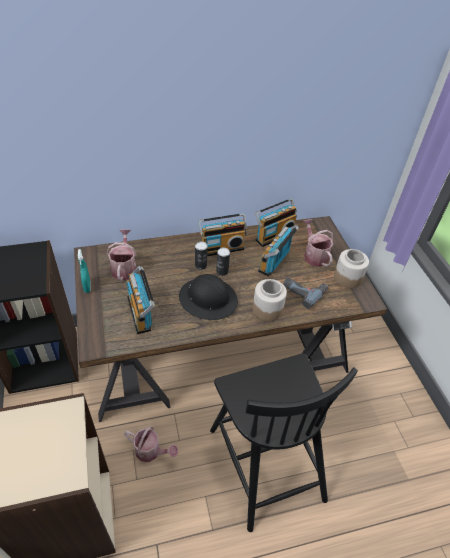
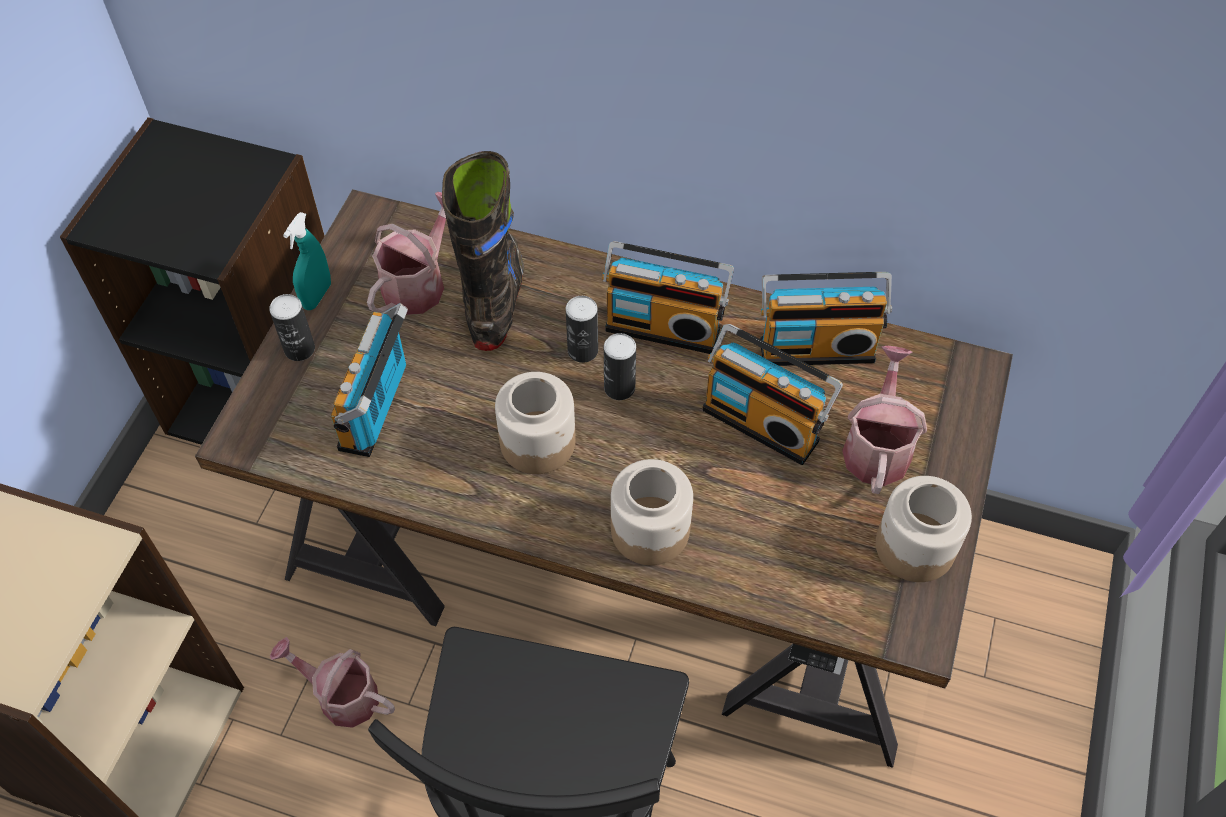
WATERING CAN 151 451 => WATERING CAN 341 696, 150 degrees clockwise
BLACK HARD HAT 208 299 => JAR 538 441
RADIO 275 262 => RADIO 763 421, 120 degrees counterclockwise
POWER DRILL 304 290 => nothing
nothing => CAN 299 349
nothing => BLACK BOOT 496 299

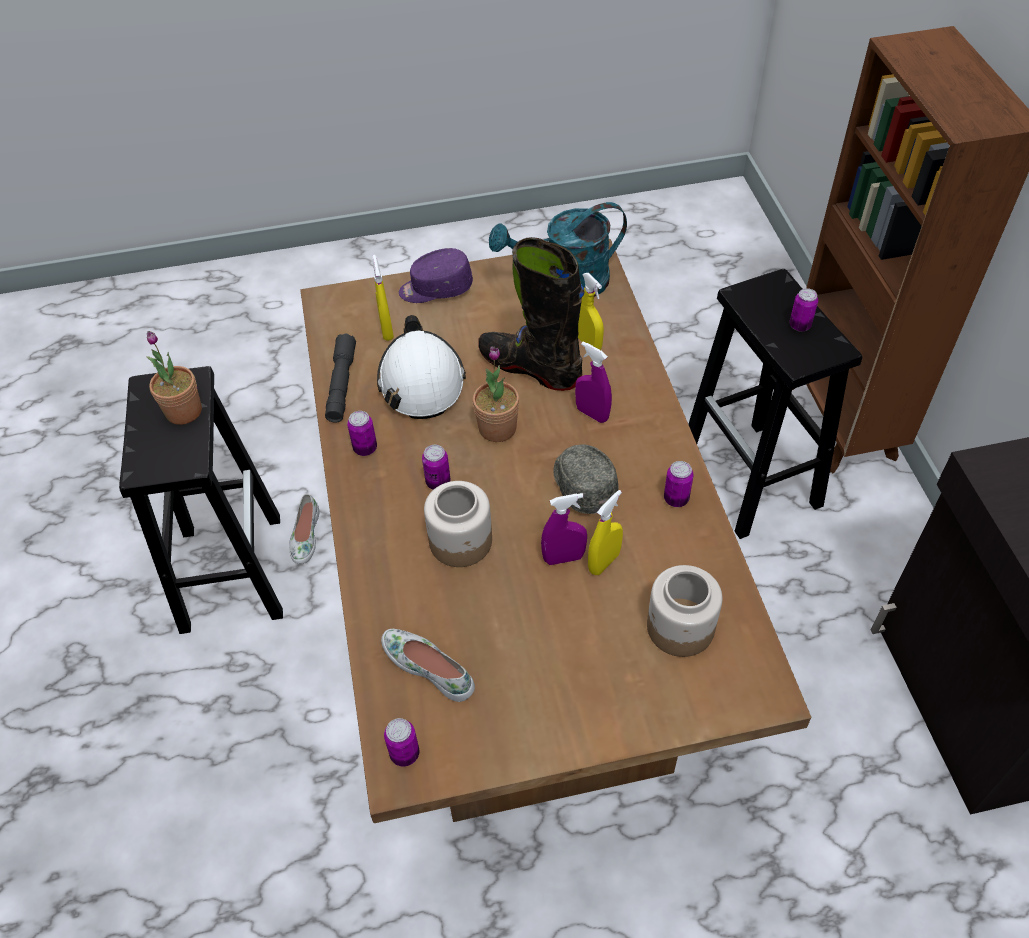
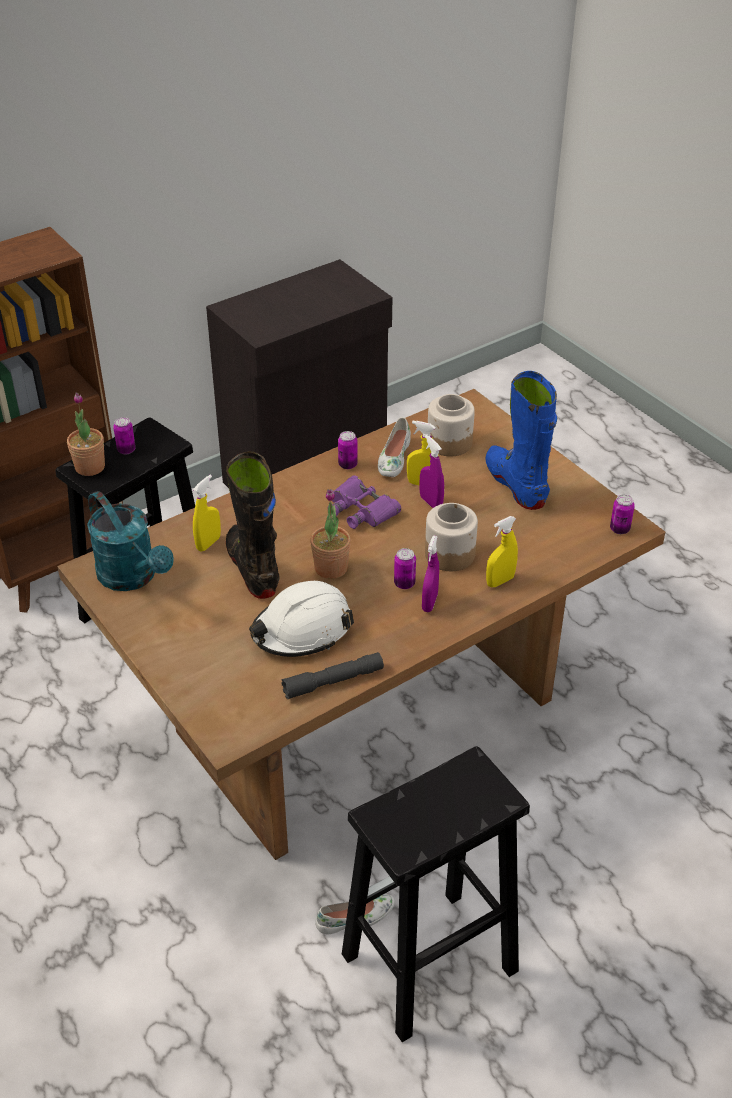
POTTED PLANT 184 411 => POTTED PLANT 90 467, relocated
CAN 365 448 => nothing
YELLOW SPRAY BOTTLE 387 330 => YELLOW SPRAY BOTTLE 500 581, relocated
WHITE SHOE 429 667 => WHITE SHOE 393 458, relocated
PURPLE CAP 435 288 => nothing
BLACK BOOT 530 367 => BLACK BOOT 253 569, 150 degrees clockwise
GREY CAP 583 484 => PURPLE BINOCULARS 361 509
PURPLE SPRAY BOTTLE 592 414 => PURPLE SPRAY BOTTLE 429 603, relocated
nothing => BLUE BOOT 516 485

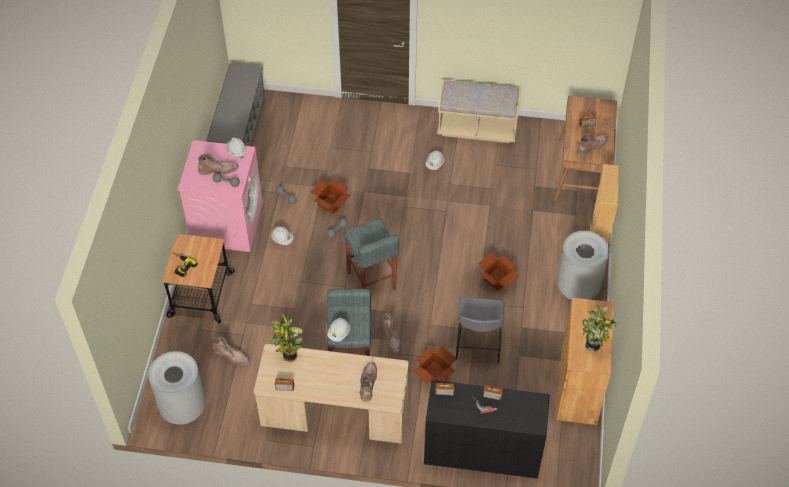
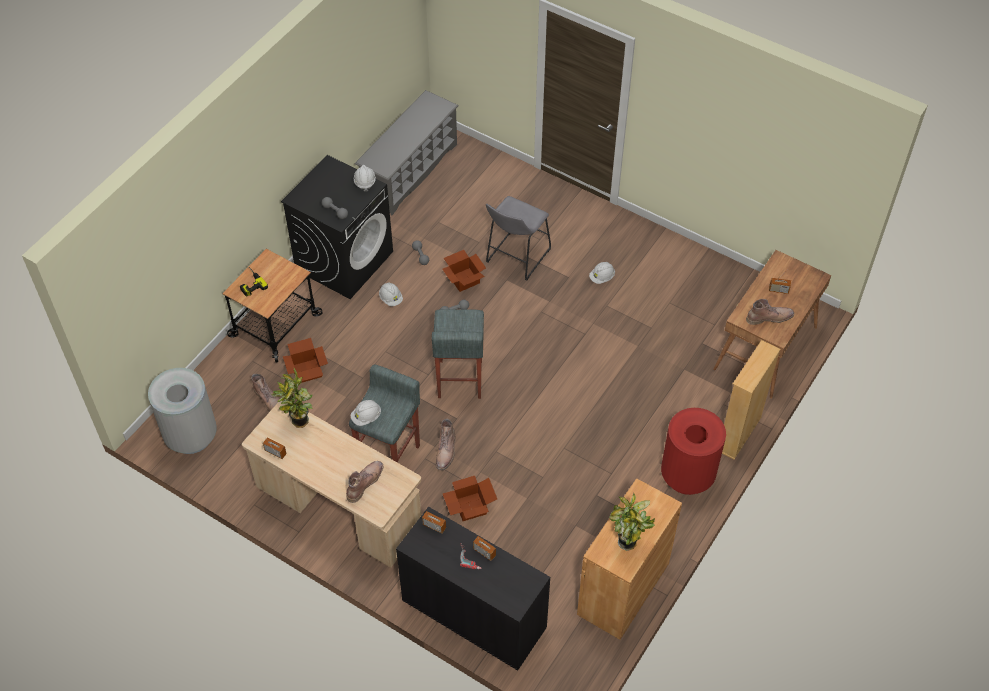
PINK WASHING MACHINE 227 223 => BLACK WASHING MACHINE 344 260
BROWN BOOT 219 169 => nothing
BEIGE BENCH 477 127 => nothing
GREY STOOL 477 346 => GREY STOOL 516 258, relocated
CARDBOARD BOX 497 280 => CARDBOARD BOX 307 372, relocated
GREY TRASH CAN 577 287 => RED TRASH CAN 687 475

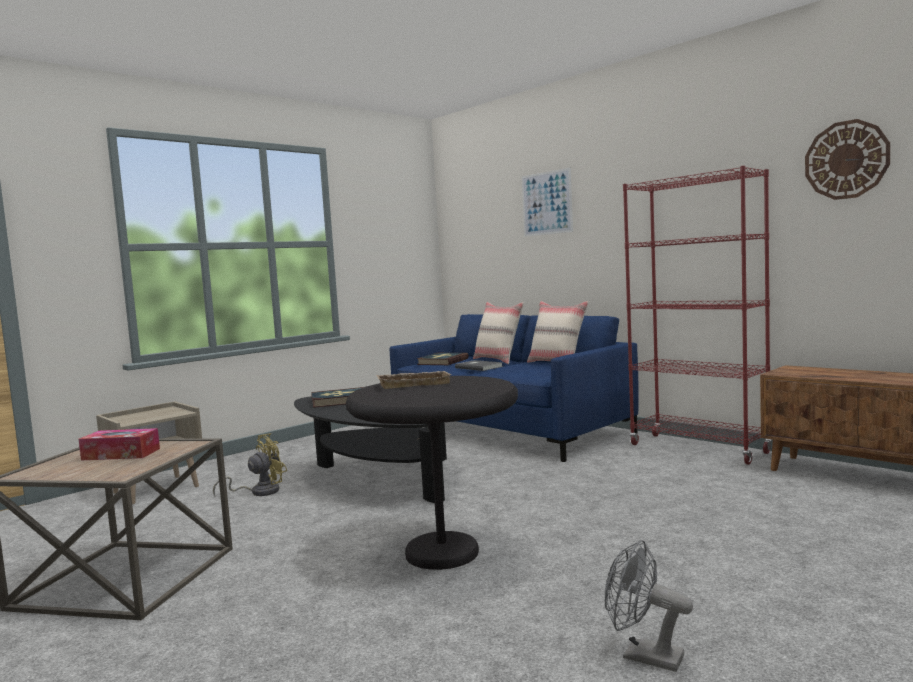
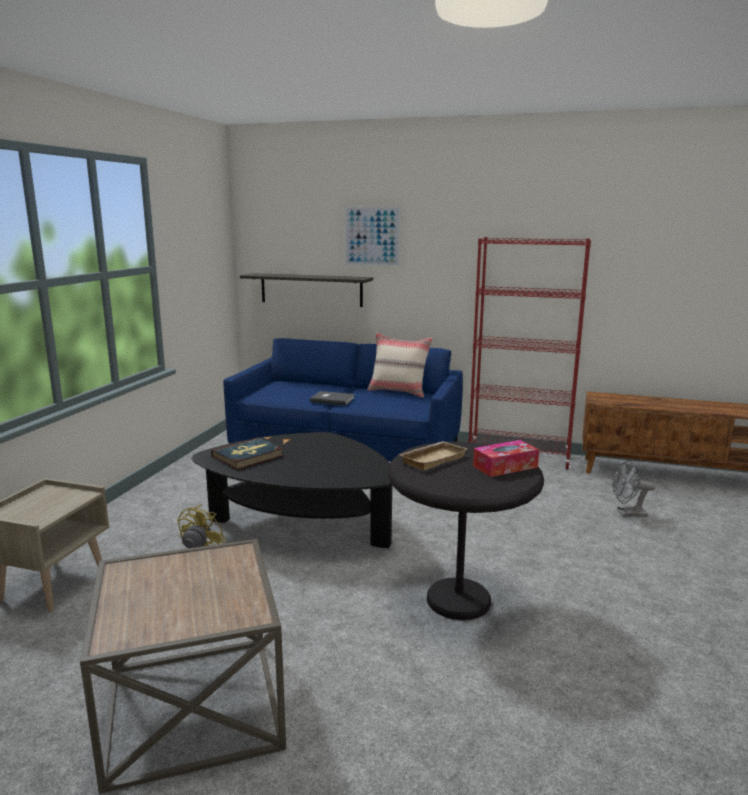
TISSUE BOX 121 454 => TISSUE BOX 505 467, relocated
BOOK 442 361 => nothing
BEIGE PILLOW 498 360 => nothing
GREY FAN 643 656 => GREY FAN 627 514, relocated
WALL CLOCK 846 160 => nothing
nothing => SHELF 311 289

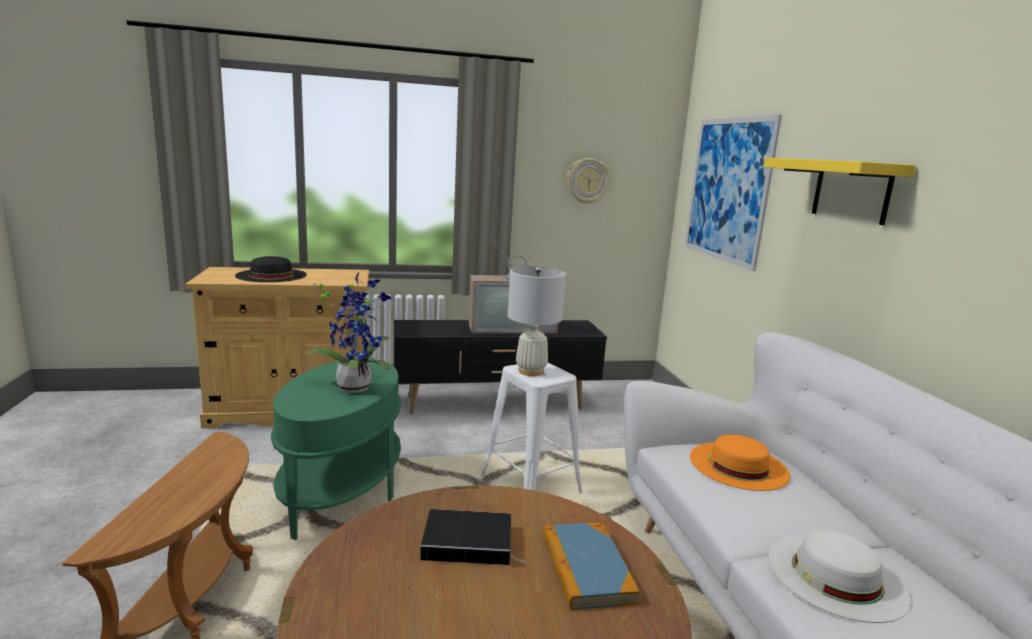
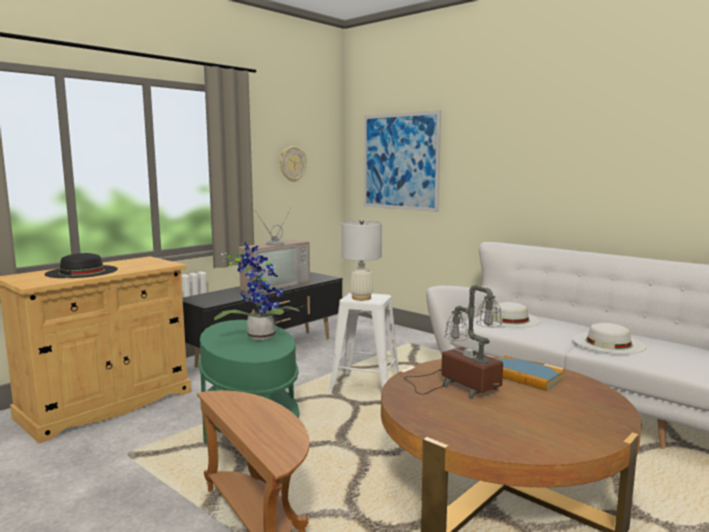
BOOK 470 542 => TABLE LAMP 459 386
ORANGE HAT 738 465 => WHITE HAT 510 319
YELLOW SHELF 851 191 => nothing

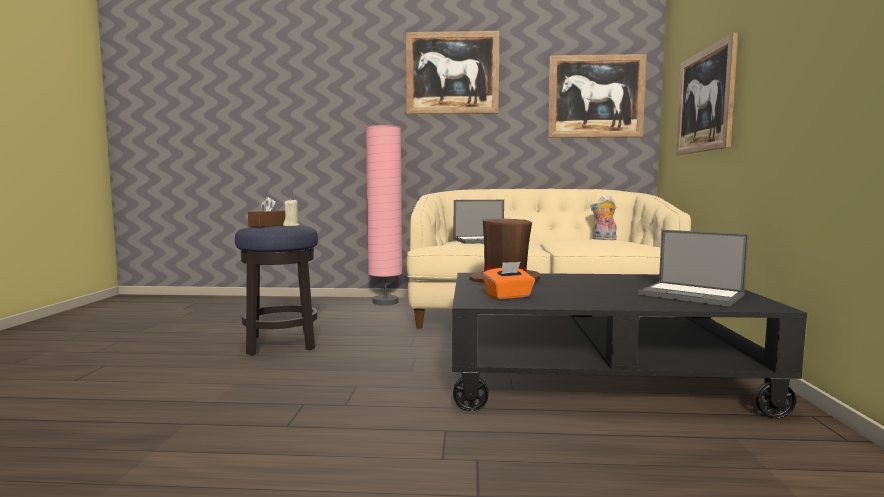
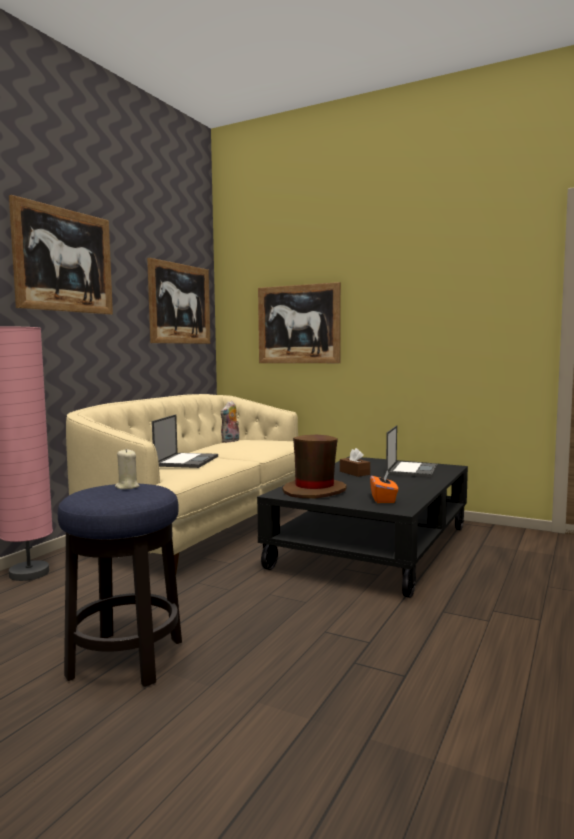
BROWN TISSUE BOX 268 225 => BROWN TISSUE BOX 354 473, relocated
LAPTOP 692 295 => LAPTOP 412 470, 45 degrees counterclockwise

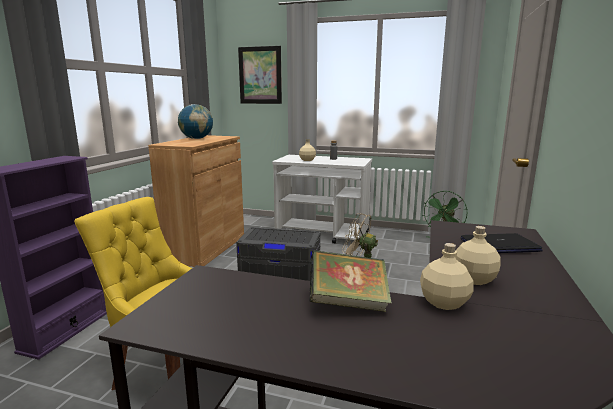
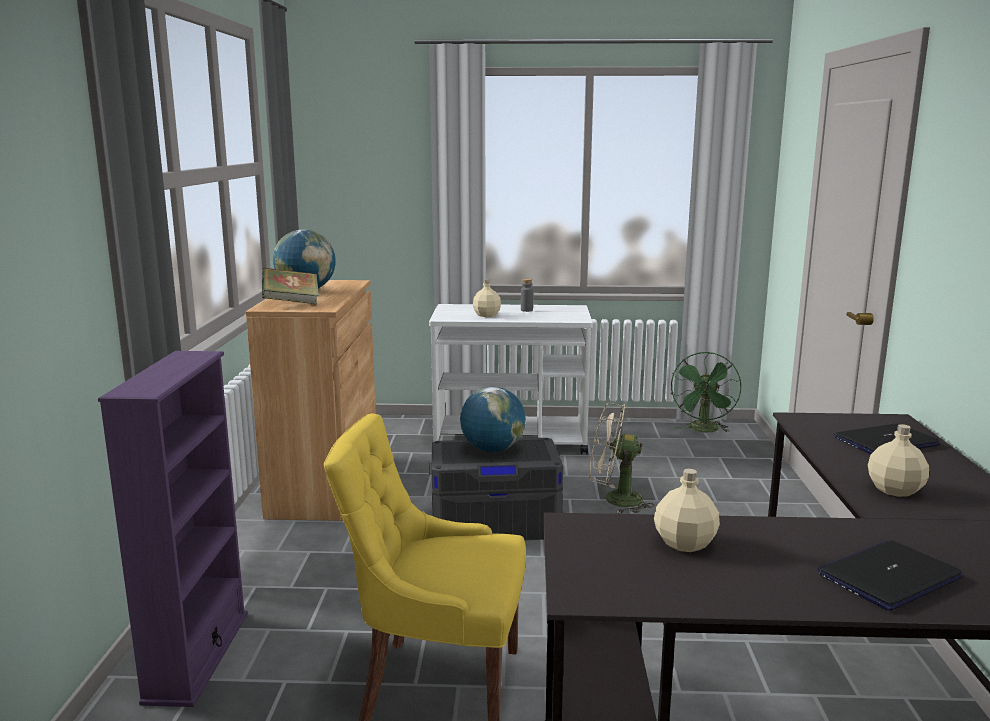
PICTURE 260 75 => nothing
BOOK 348 303 => BOOK 291 303, relocated
BEIGE BOTTLE 444 303 => BEIGE BOTTLE 685 544, relocated
nothing => GLOBE 492 450
nothing => LAPTOP 889 576

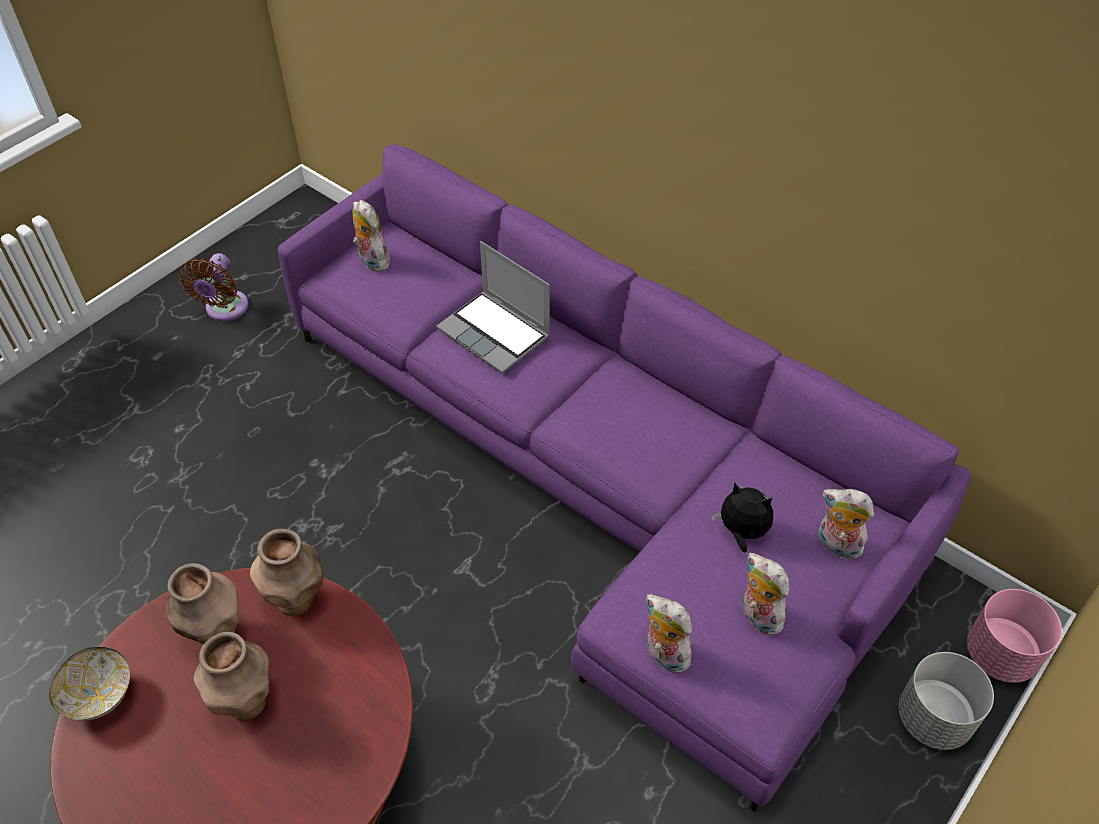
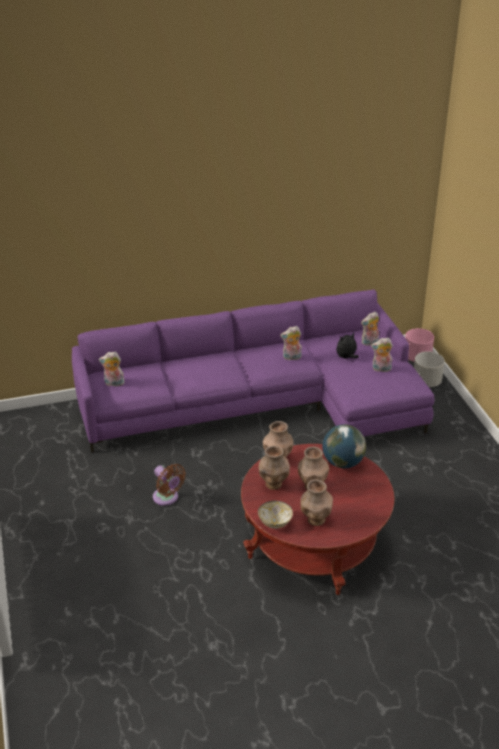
BROWN FAN 225 310 => BROWN FAN 167 498, relocated
LAPTOP 496 333 => nothing
PLUSH TOY 663 654 => PLUSH TOY 291 358, relocated
nothing => BROWN VASE 315 520
nothing => GLOBE 342 463

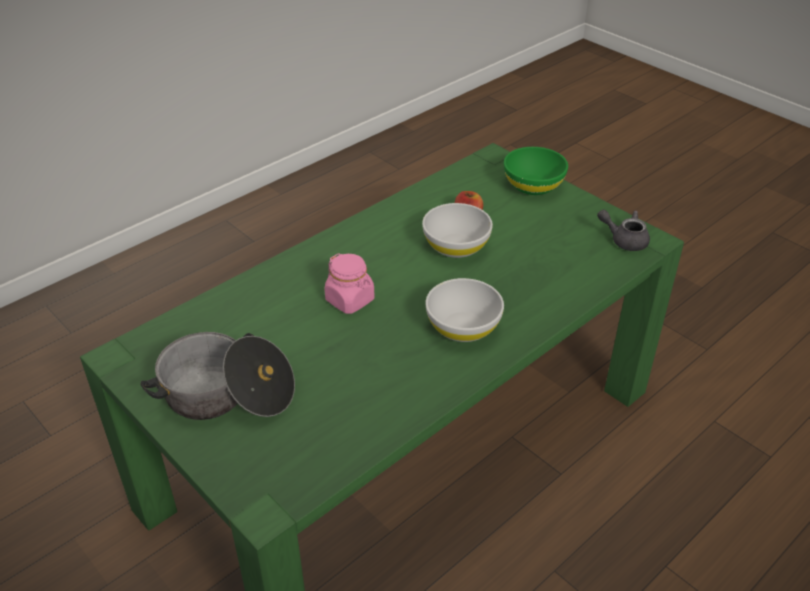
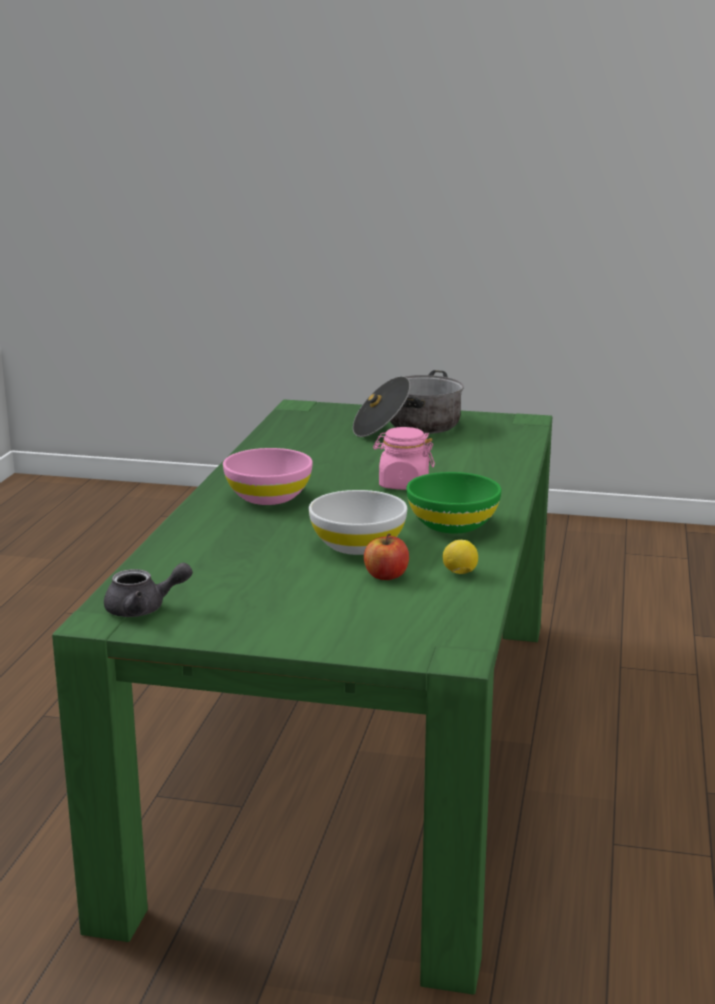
WHITE BOWL 463 327 => PINK BOWL 268 497
GREEN BOWL 533 186 => GREEN BOWL 452 524, relocated
nothing => LEMON 459 573

